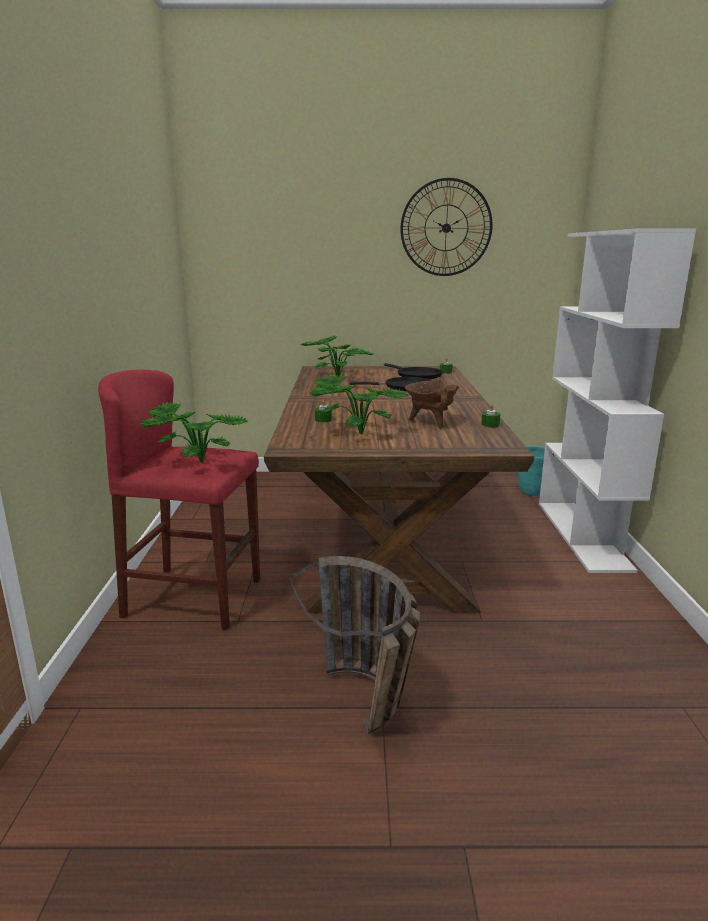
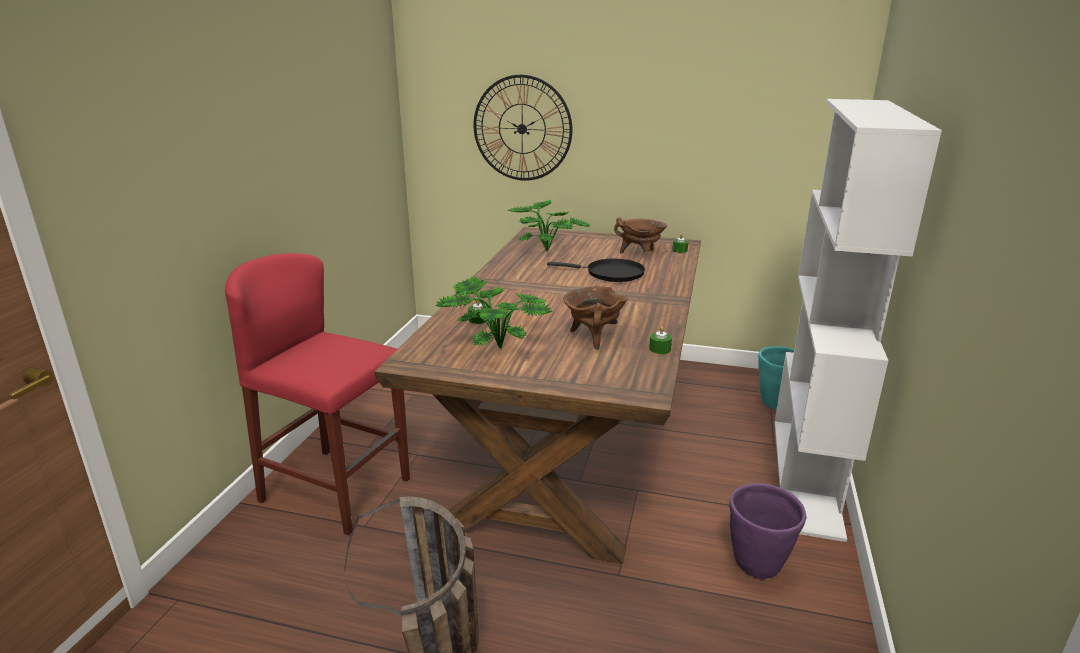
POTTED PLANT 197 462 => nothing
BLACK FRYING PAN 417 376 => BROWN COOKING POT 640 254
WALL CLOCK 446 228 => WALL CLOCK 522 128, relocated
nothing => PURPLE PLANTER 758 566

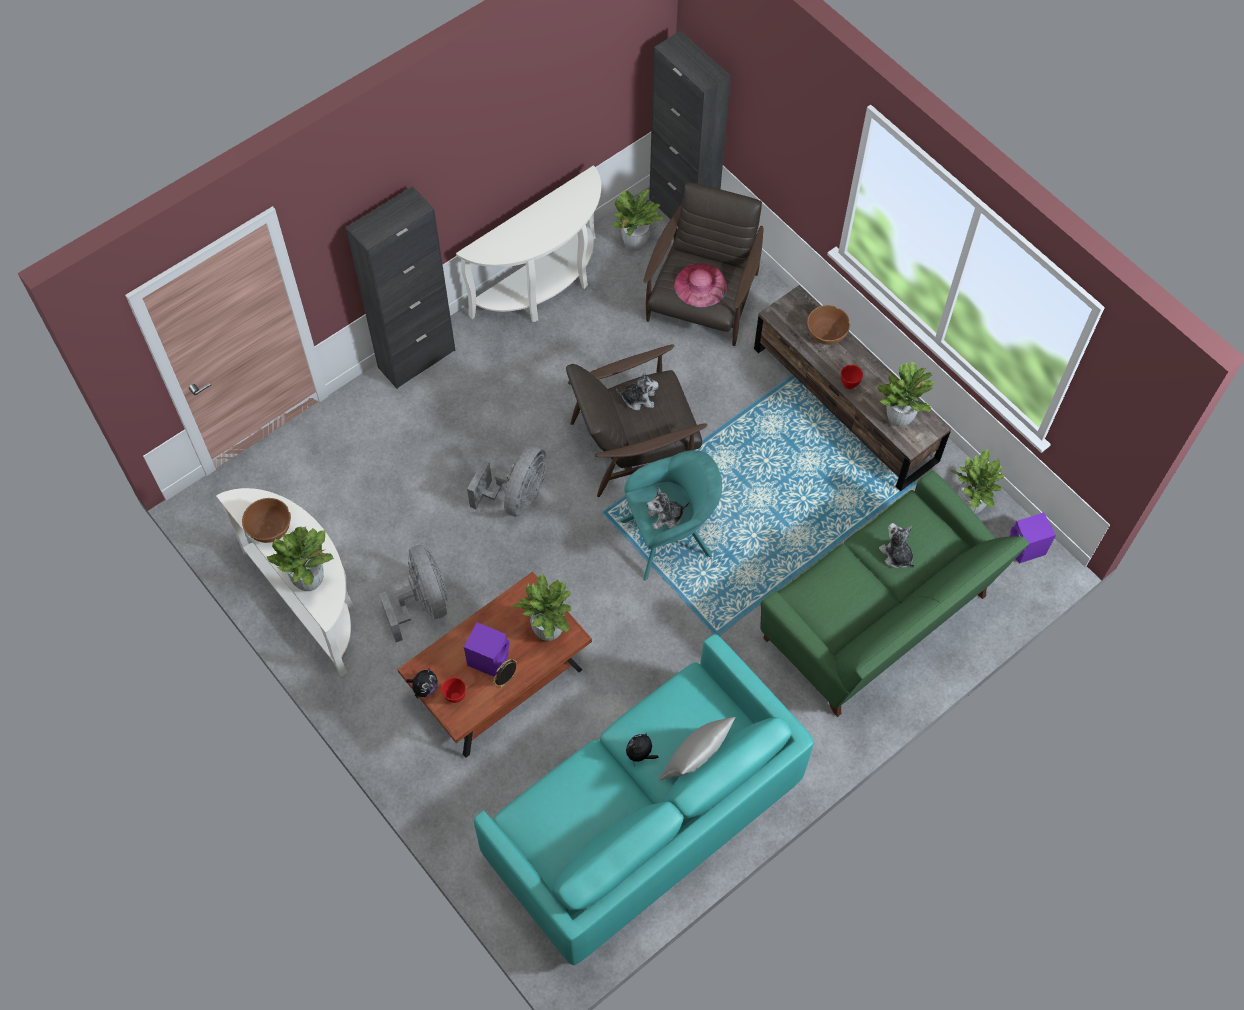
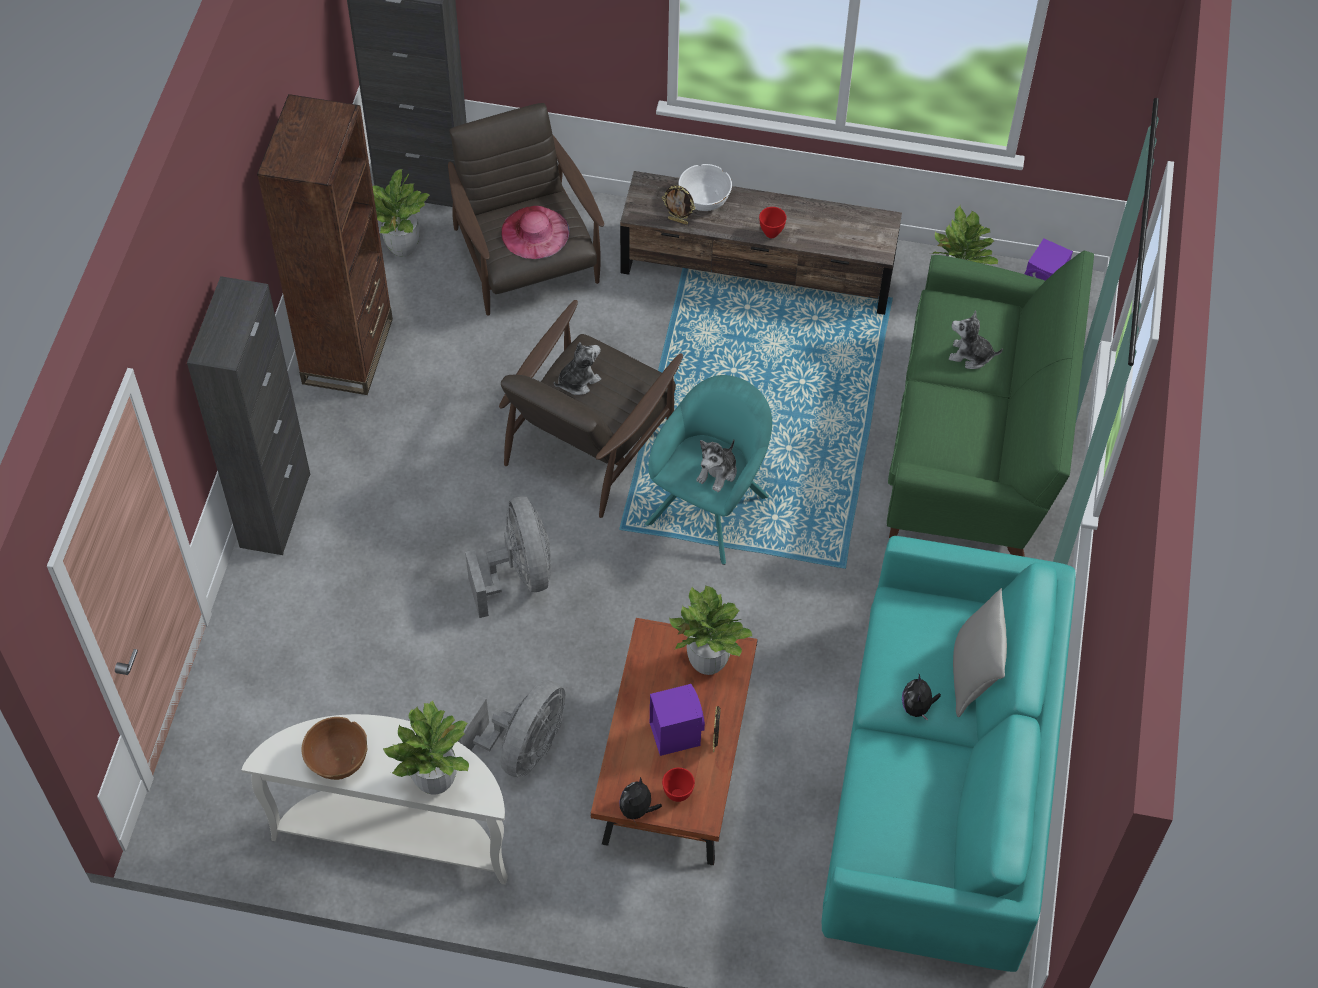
GREY FAN 423 603 => GREY FAN 521 749, 90 degrees clockwise
PLUSH TOY 424 688 => PLUSH TOY 637 810, 150 degrees counterclockwise
WHITE CONSOLE TABLE 544 288 => BROWN BOOKCASE 348 351
BROWN BOWL 826 333 => WHITE BOWL 704 200
POTTED PLANT 899 418 => nothing
nothing => PICTURE FRAME 678 221

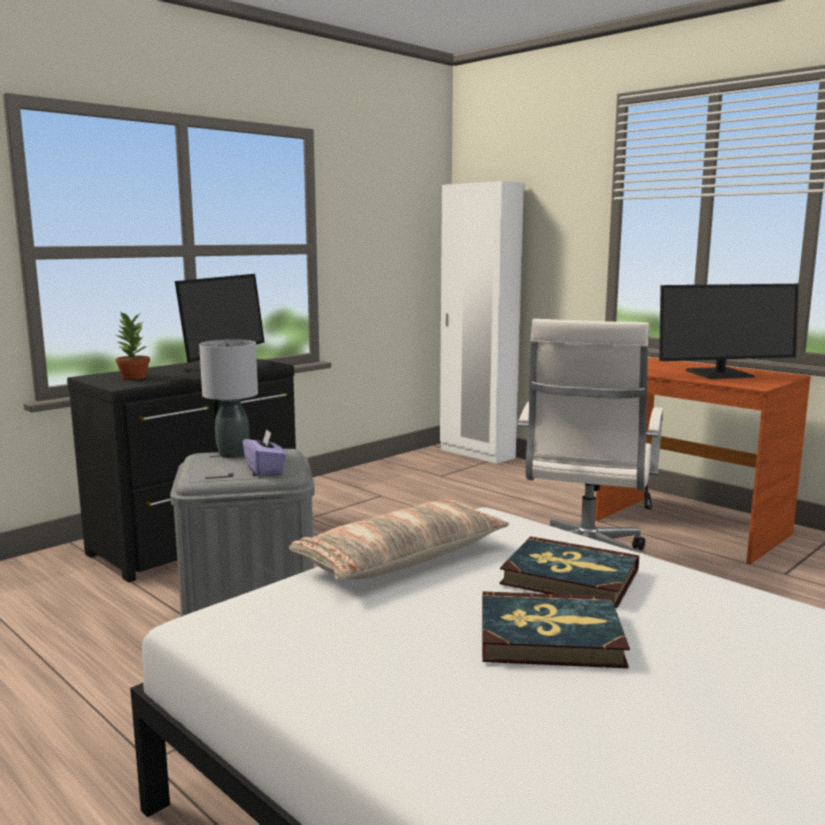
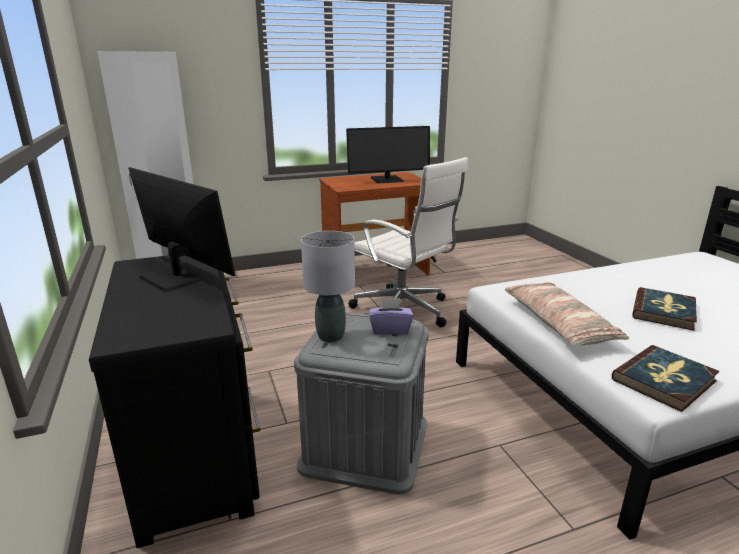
POTTED PLANT 133 377 => nothing
BOOK 569 577 => BOOK 664 380, relocated
MONITOR 720 374 => MONITOR 387 180, 60 degrees clockwise

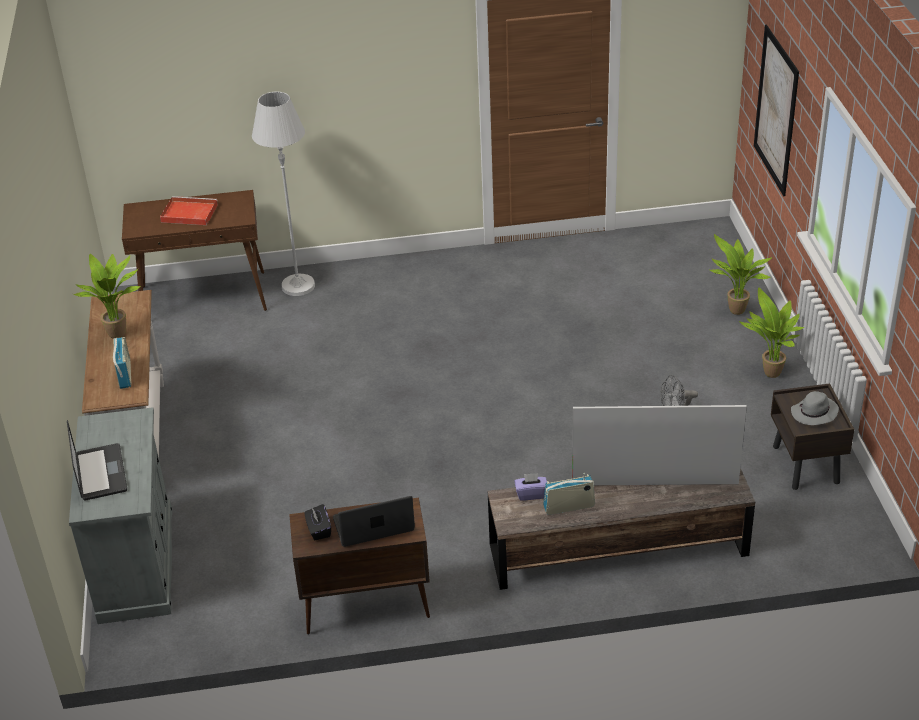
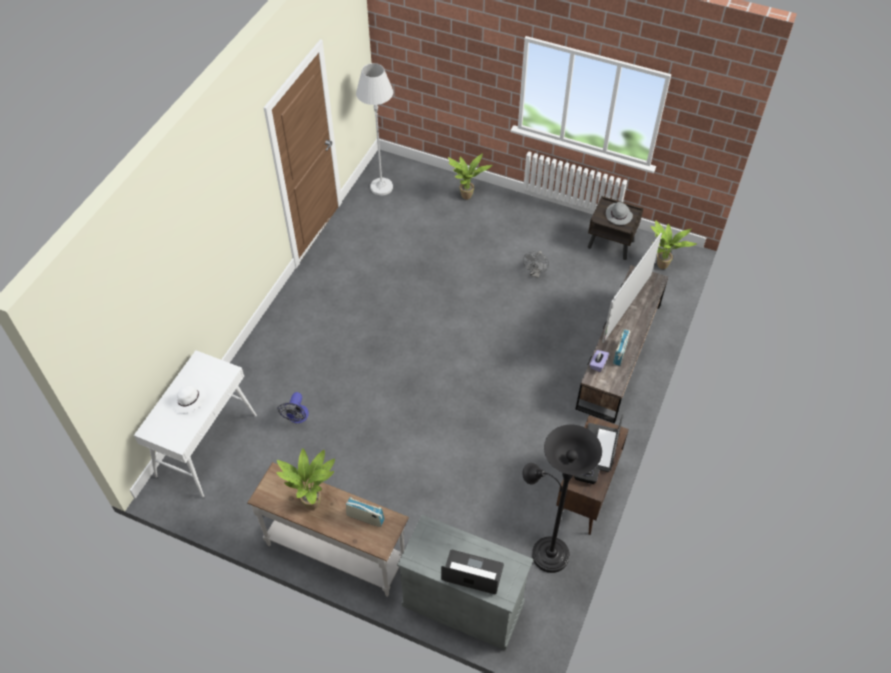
BROWN CONSOLE TABLE 204 298 => WHITE CONSOLE TABLE 207 445
RED TRAY 188 213 => WHITE HAT 188 400
WHITE FLOOR LAMP 298 286 => WHITE FLOOR LAMP 381 187, relocated
POTTED PLANT 769 374 => POTTED PLANT 661 267, relocated
PICTURE 775 110 => nothing
nothing => FAN 297 417
nothing => BLACK FLOOR LAMP 546 552

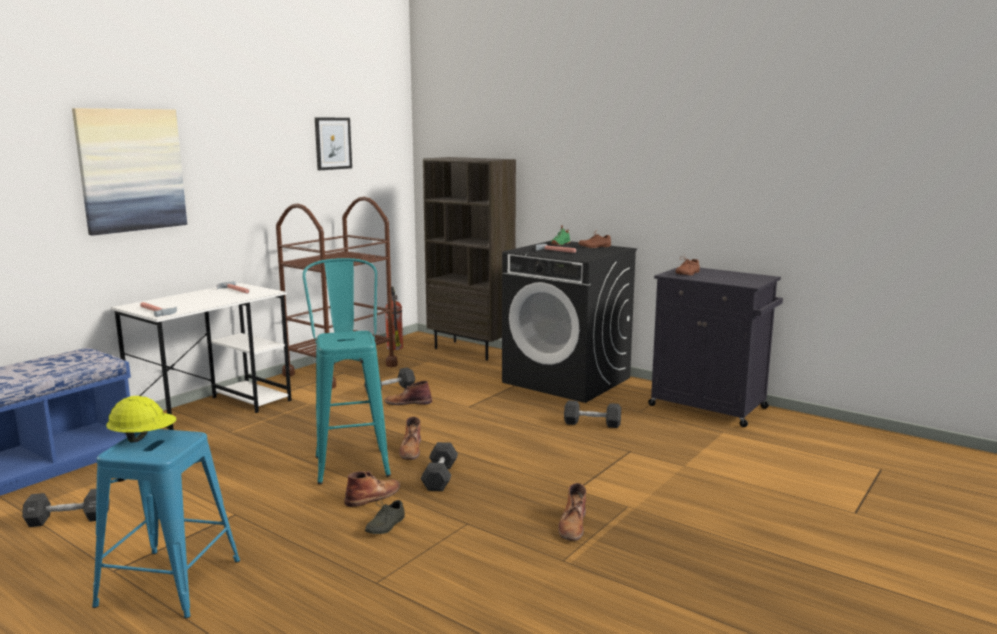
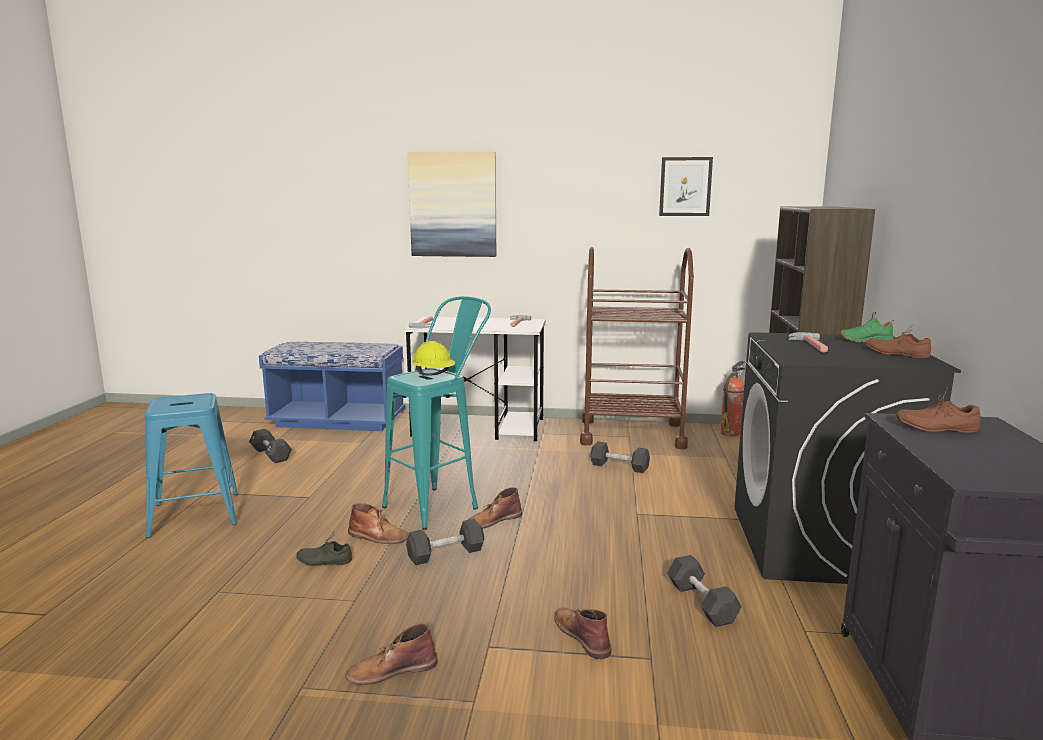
YELLOW HARD HAT 143 438 => YELLOW HARD HAT 434 375, relocated
BROWN BOOT 408 402 => BROWN BOOT 581 635, relocated

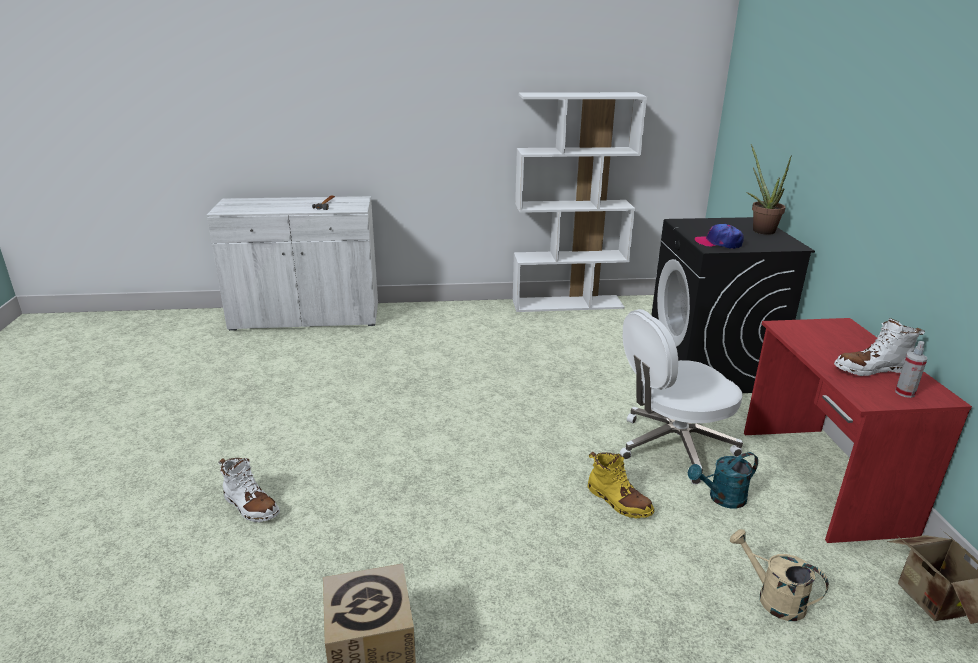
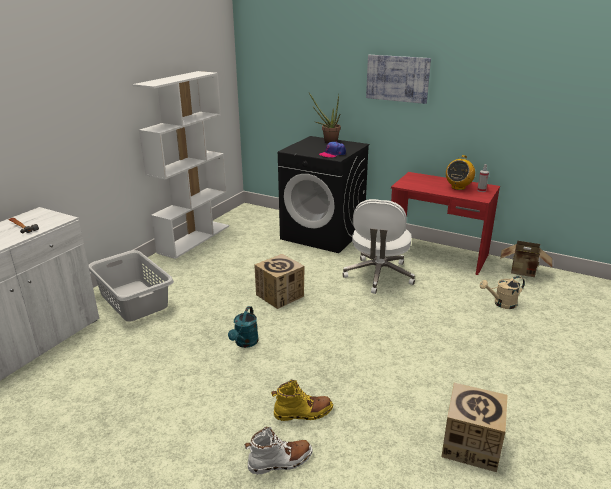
YELLOW BOOT 618 501 => YELLOW BOOT 303 413, relocated
TURQUOISE WATERING CAN 722 498 => TURQUOISE WATERING CAN 245 343, relocated
WHITE BOOT 872 370 => RADIO 458 187
nothing => GREY LAUNDRY BASKET 134 300
nothing => CARDBOARD BOX 280 295
nothing => PICTURE 397 78

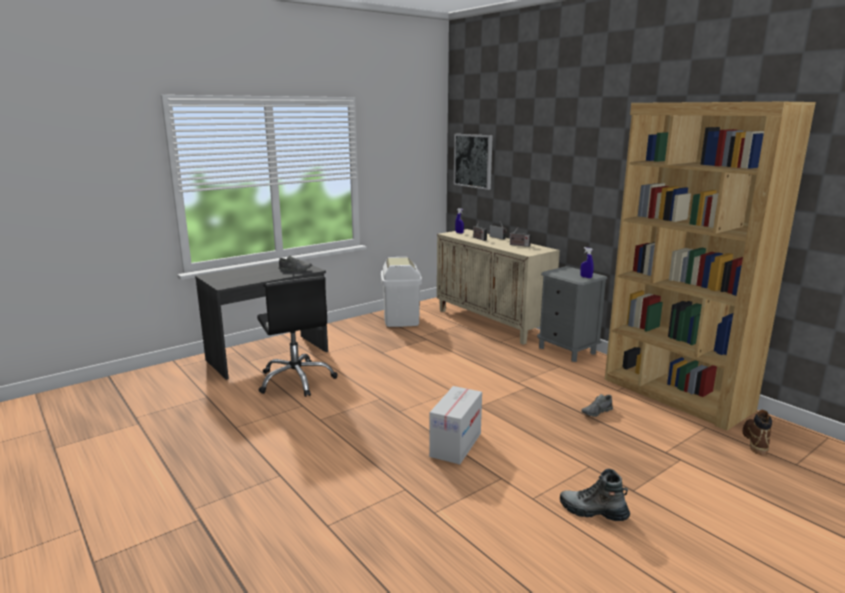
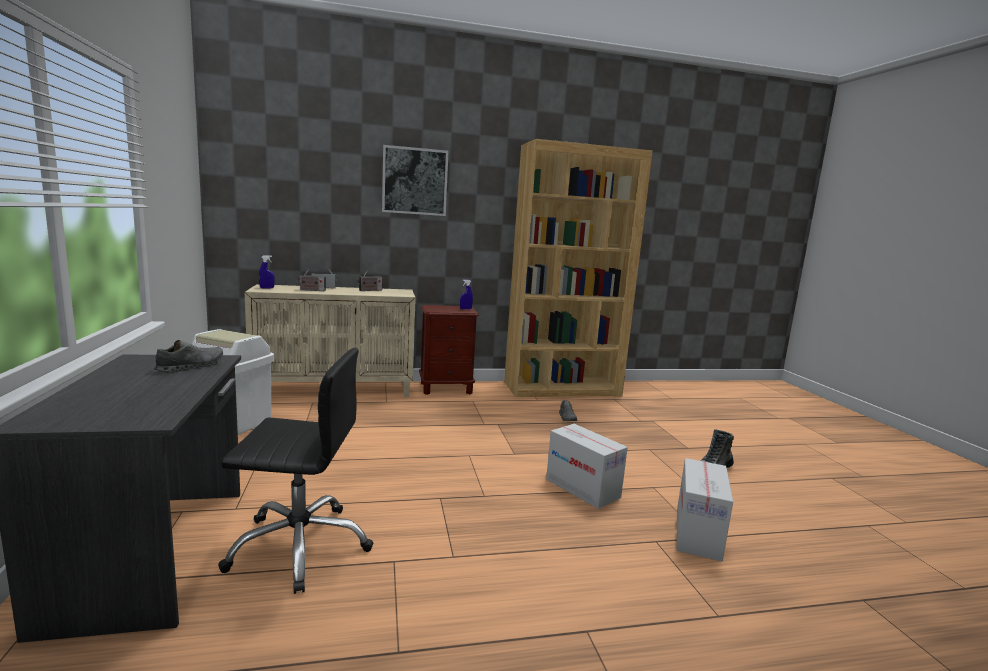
PICTURE 473 161 => PICTURE 414 181, relocated
GREY NIGHTSTAND 567 350 => BROWN NIGHTSTAND 446 388
BROWN BOOT 755 441 => nothing
nothing => CARDBOARD BOX 698 534

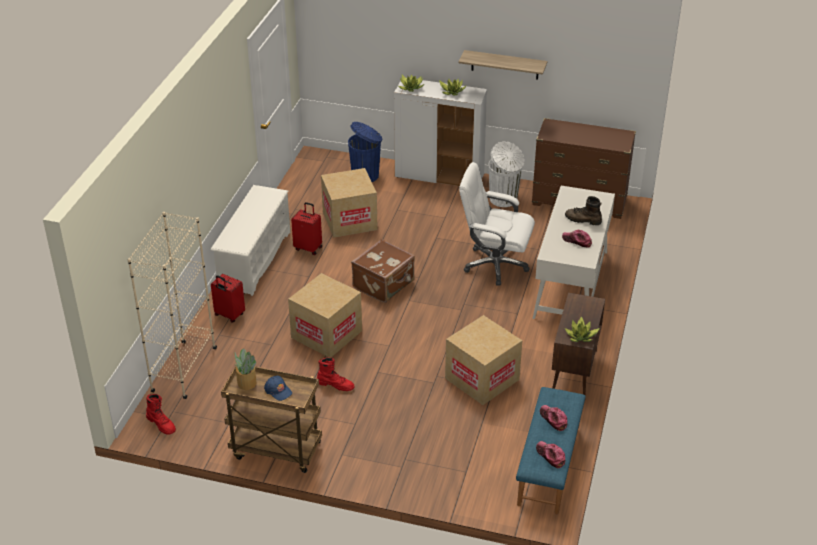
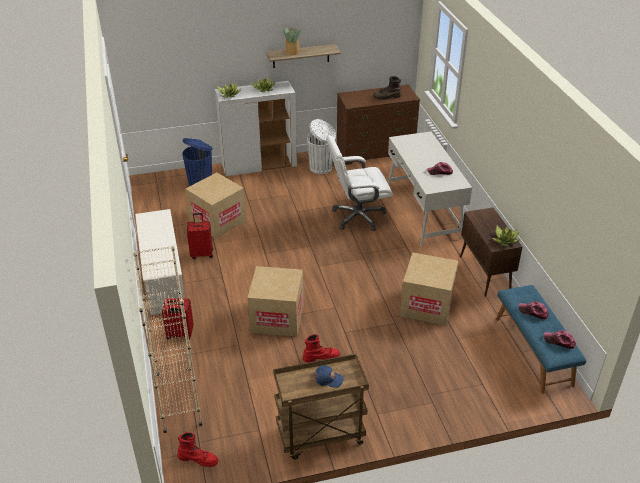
POTTED PLANT 247 382 => POTTED PLANT 292 52, relocated
BROWN SUITCASE 384 284 => nothing
BROWN BOOT 582 220 => BROWN BOOT 387 97, relocated

